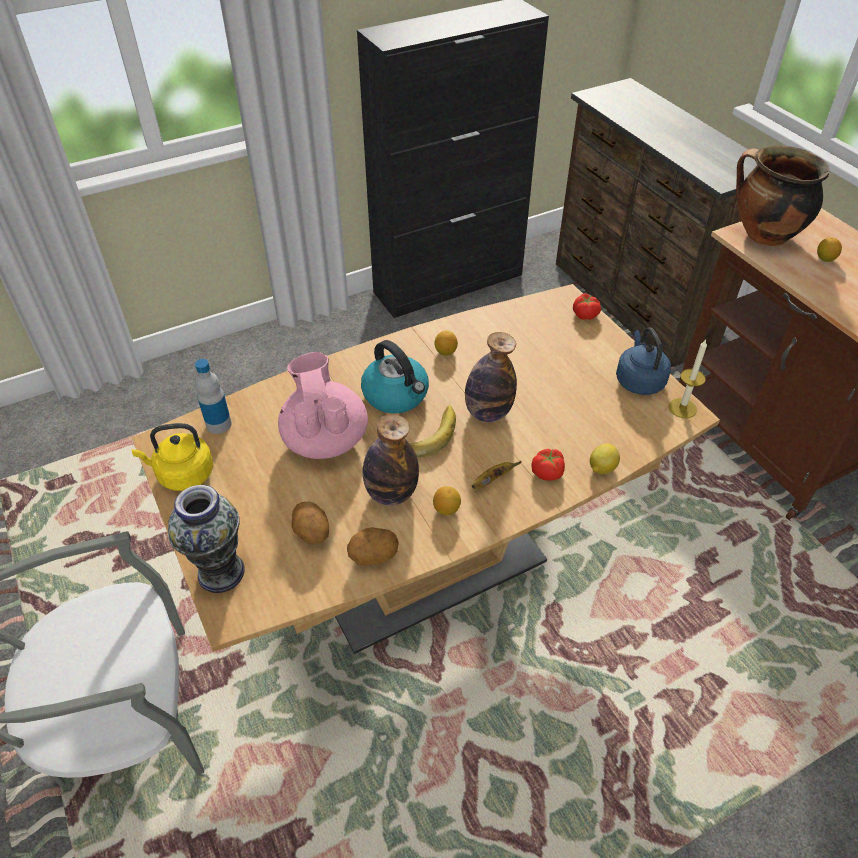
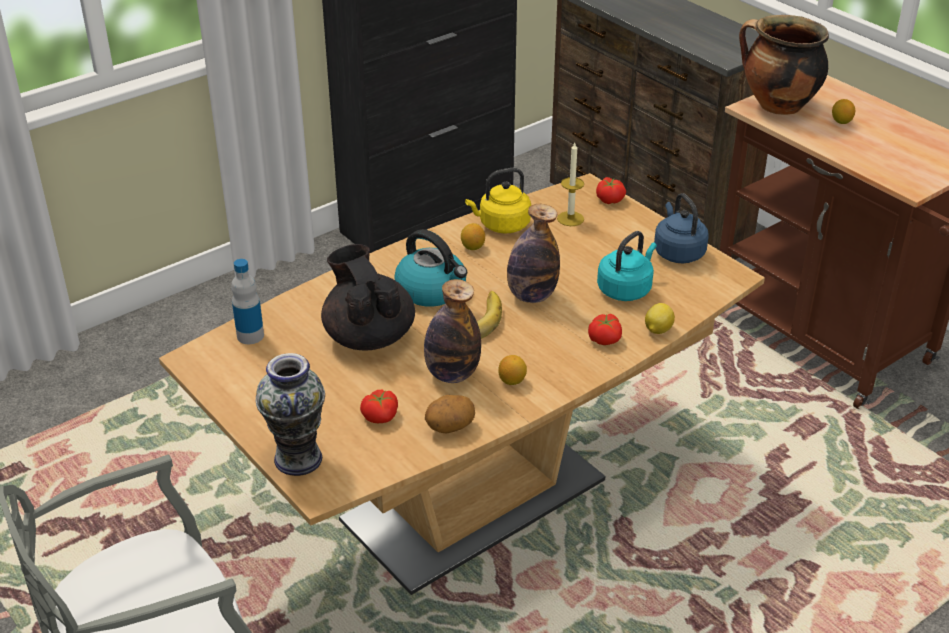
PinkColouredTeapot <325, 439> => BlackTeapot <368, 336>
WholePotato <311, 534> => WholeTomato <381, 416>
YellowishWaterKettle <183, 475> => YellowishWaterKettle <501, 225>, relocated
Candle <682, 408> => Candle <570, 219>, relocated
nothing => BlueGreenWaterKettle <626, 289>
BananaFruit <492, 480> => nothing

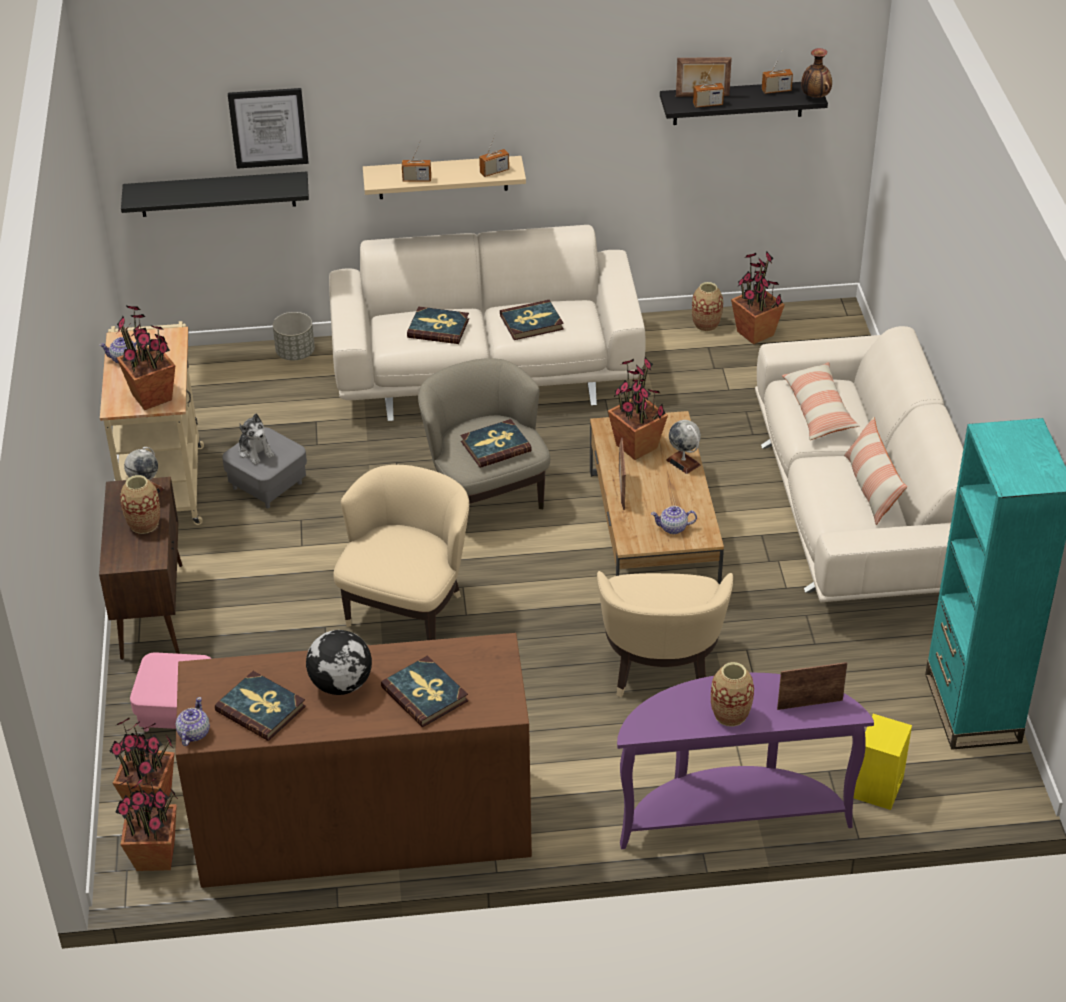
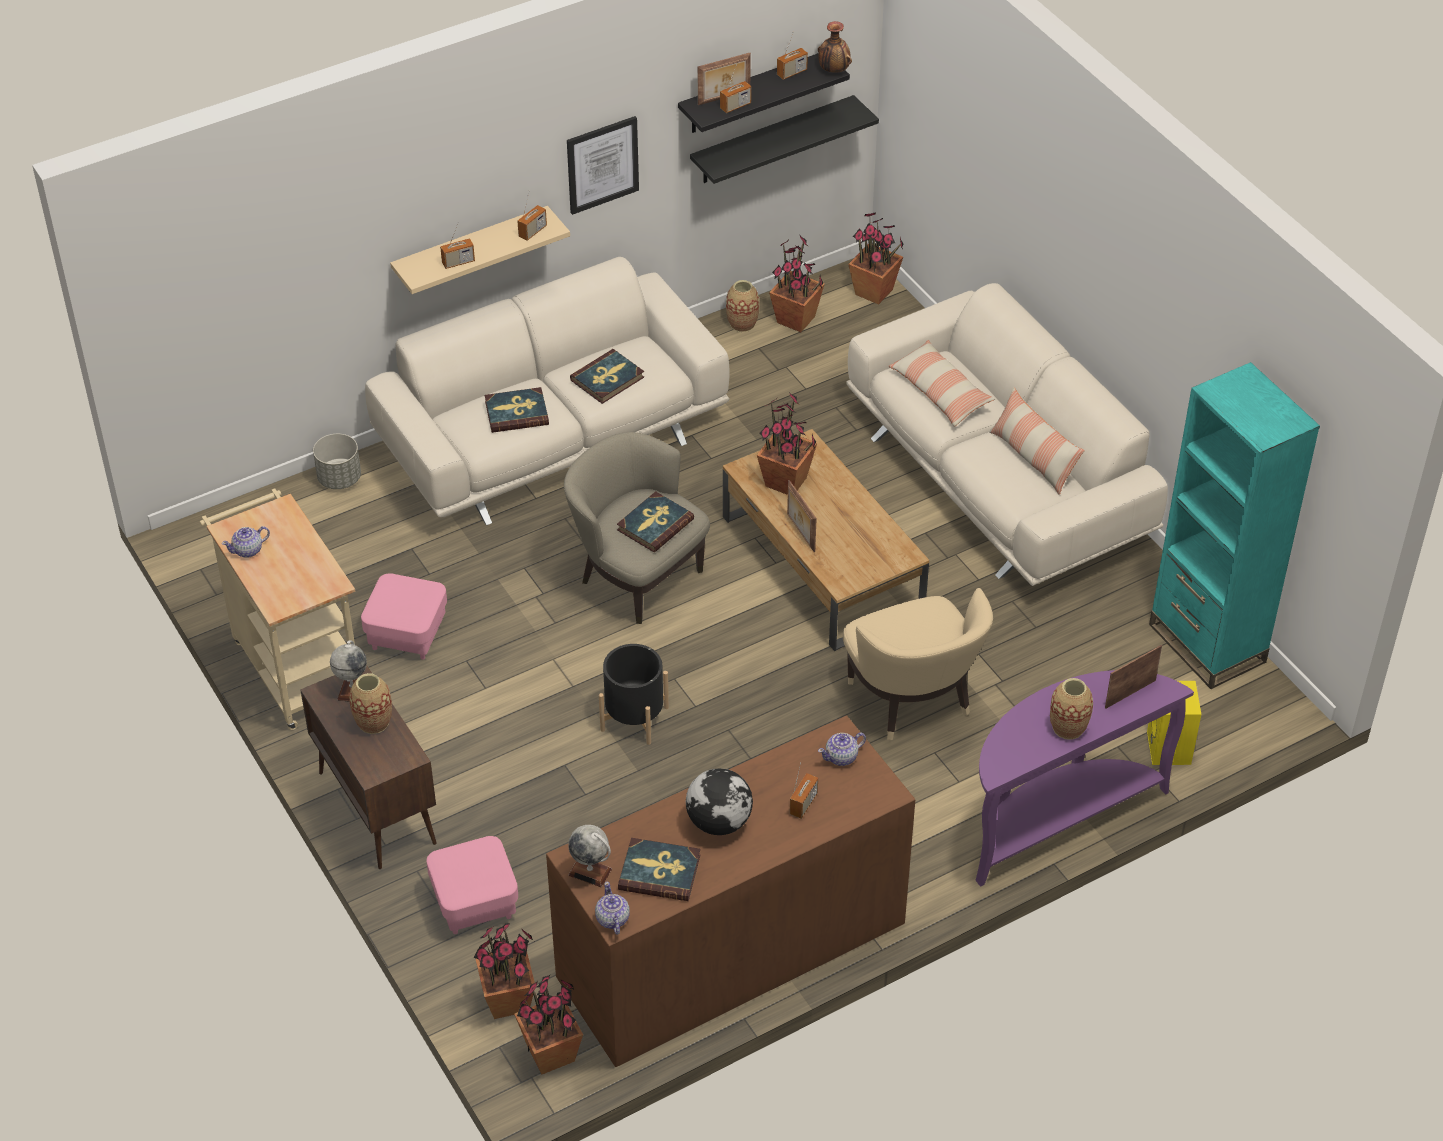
GreyFootrest <268, 485> => PinkColouredFootrest <407, 634>
WallArt <268, 127> => WallArt <602, 164>, relocated
Globe <683, 462> => Globe <590, 872>, relocated
BeigeEasyChair <408, 608> => BlackFlowerPot <634, 718>
BlackBracketShelf <217, 194> => BlackBracketShelf <772, 140>, relocated
Book <425, 694> => Radio <803, 804>
Teapot <673, 528> => Teapot <842, 757>, relocated
PottedPlant <152, 397> => PottedPlant <874, 292>, relocated
PlushToy <255, 451> => nothing

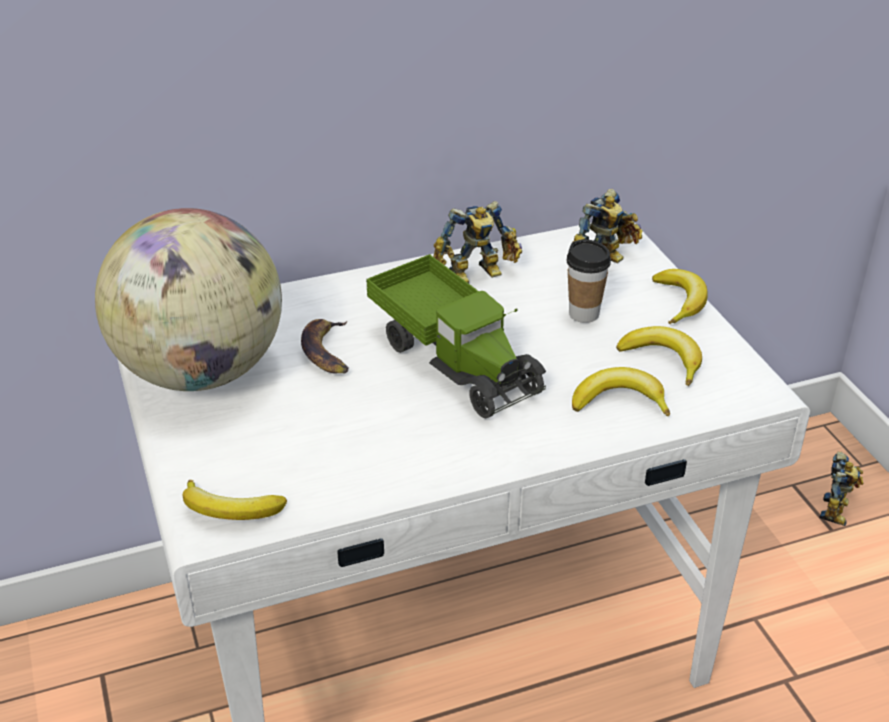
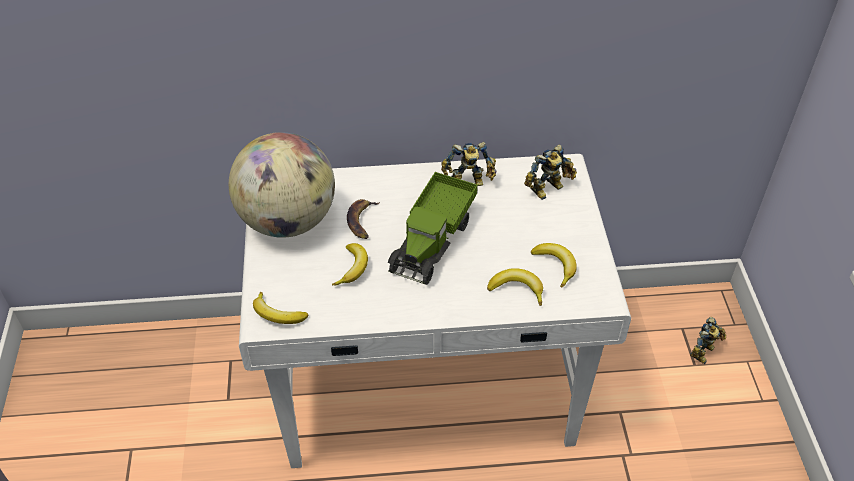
BananaFruit <680, 301> => BananaFruit <353, 268>, relocated
ToyTruck <455, 359> => ToyTruck <433, 240>, 45 degrees clockwise
Cup <584, 314> => nothing

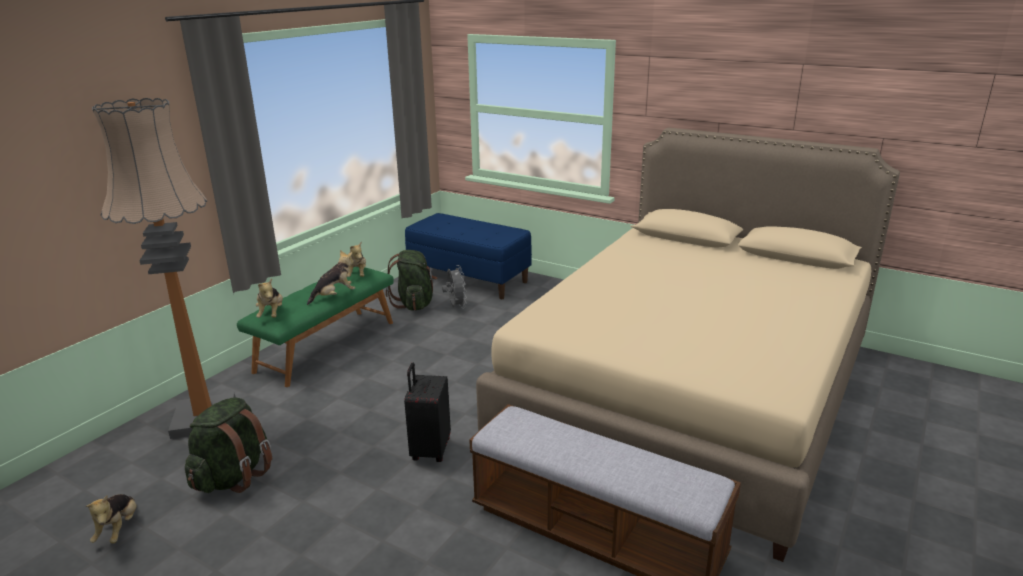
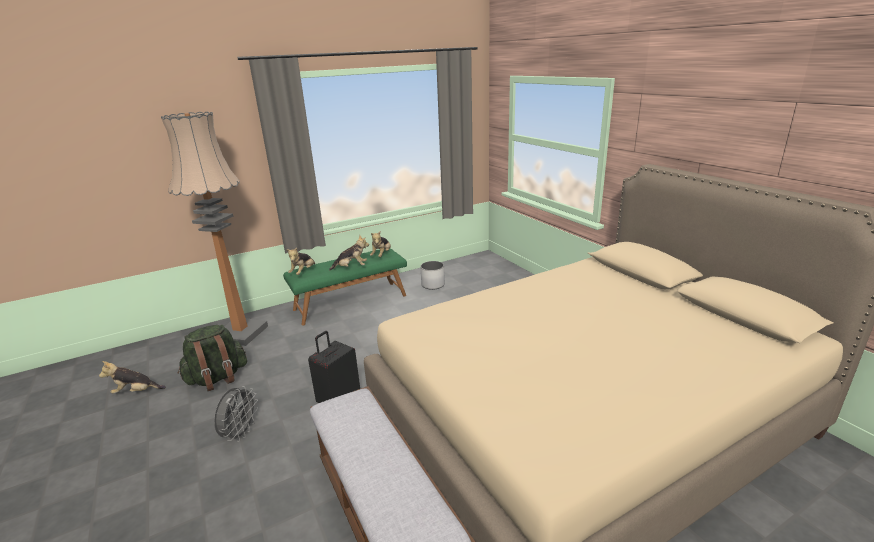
PlushToy <118, 529> => PlushToy <136, 392>, 60 degrees clockwise
GreyCoolingFan <455, 307> => GreyCoolingFan <240, 433>, relocated
GreenColouredKnapsack <414, 304> => WhiteFlowerPot <433, 285>
BluishBench <470, 279> => nothing

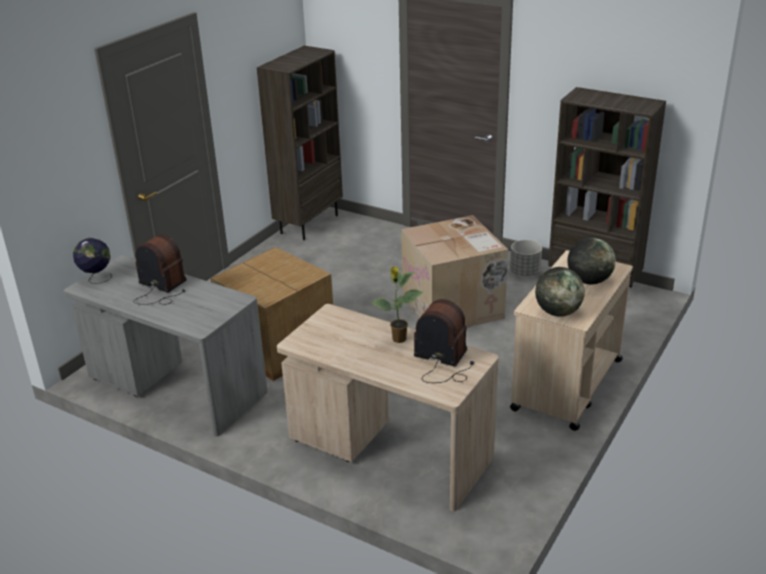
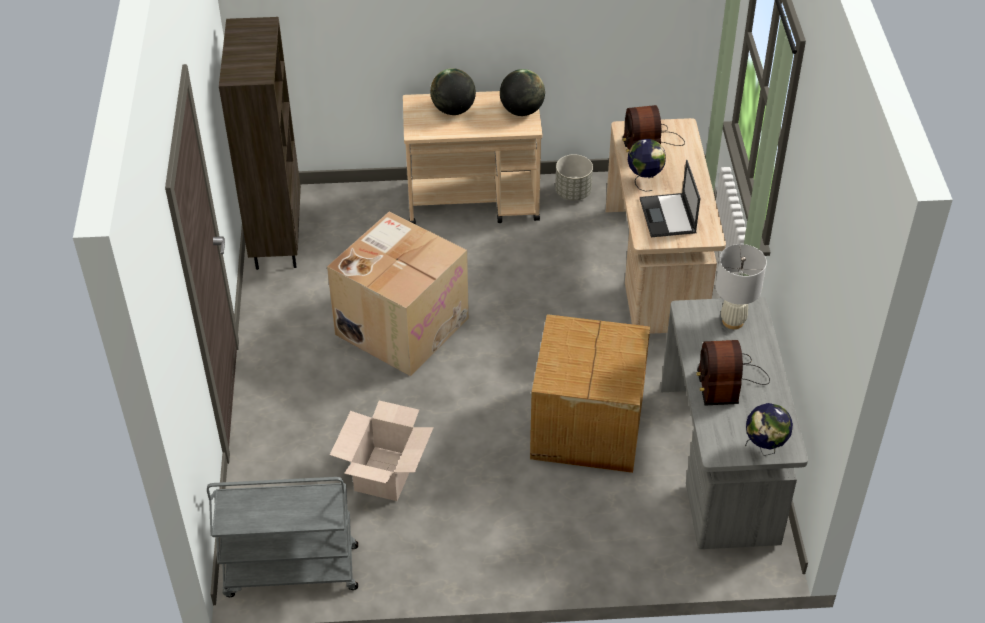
BrownishShelvingUnit <309, 224> => GreyCart <290, 572>
nothing => PackingBox <385, 474>
GreyFlowerPot <525, 272> => GreyFlowerPot <573, 192>, relocated
PottedPlant <398, 339> => Globe <644, 180>
nothing => PortableComputer <668, 216>
nothing => WhiteLampForATable <732, 321>

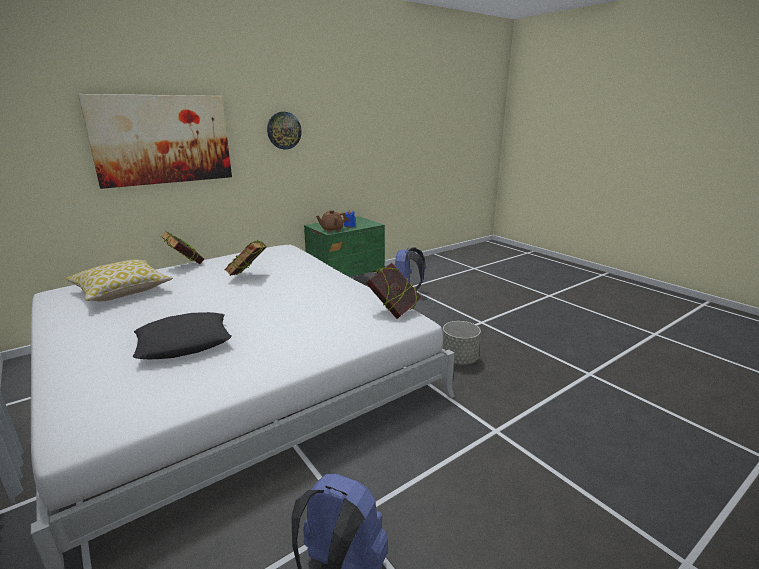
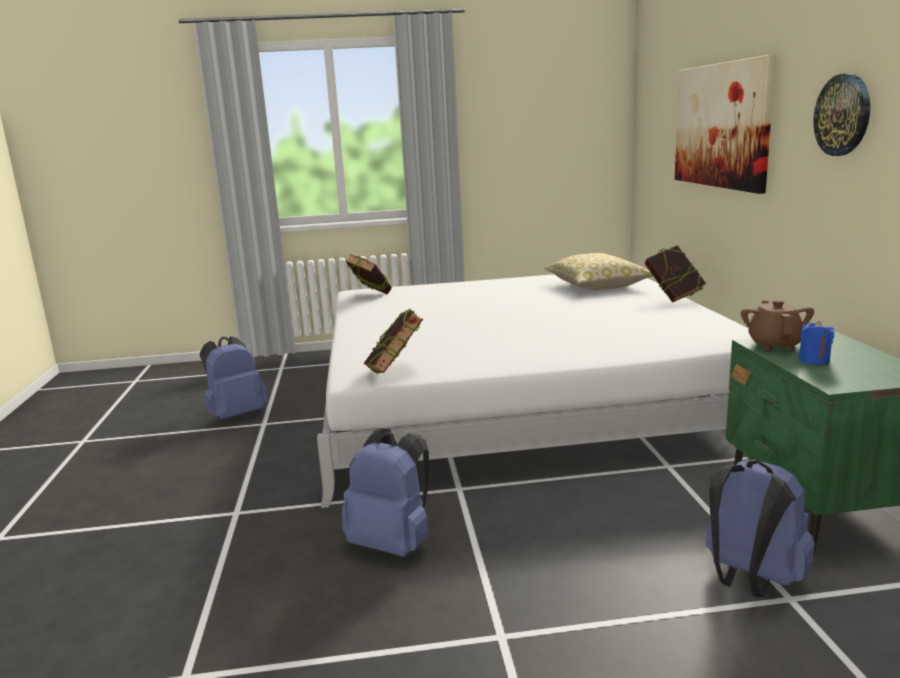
GreyFlowerPot <459, 359> => BluishKnapsack <393, 544>
Book <248, 276> => Book <370, 296>, relocated
BlackCushion <184, 343> => nothing

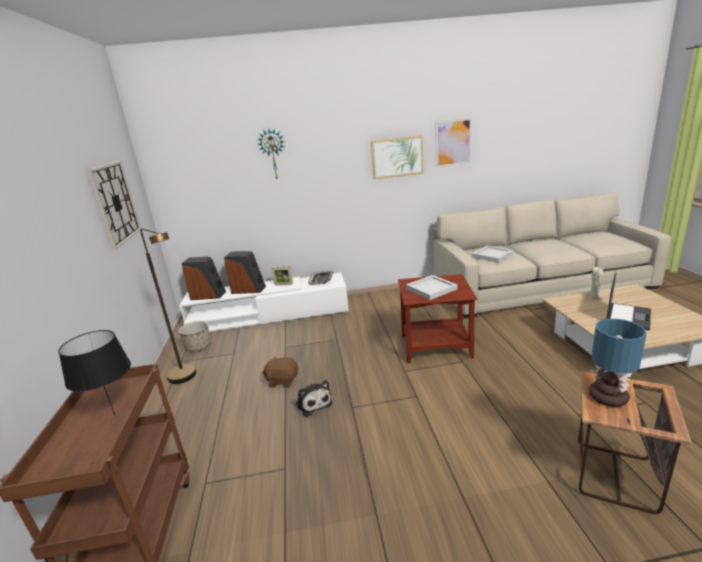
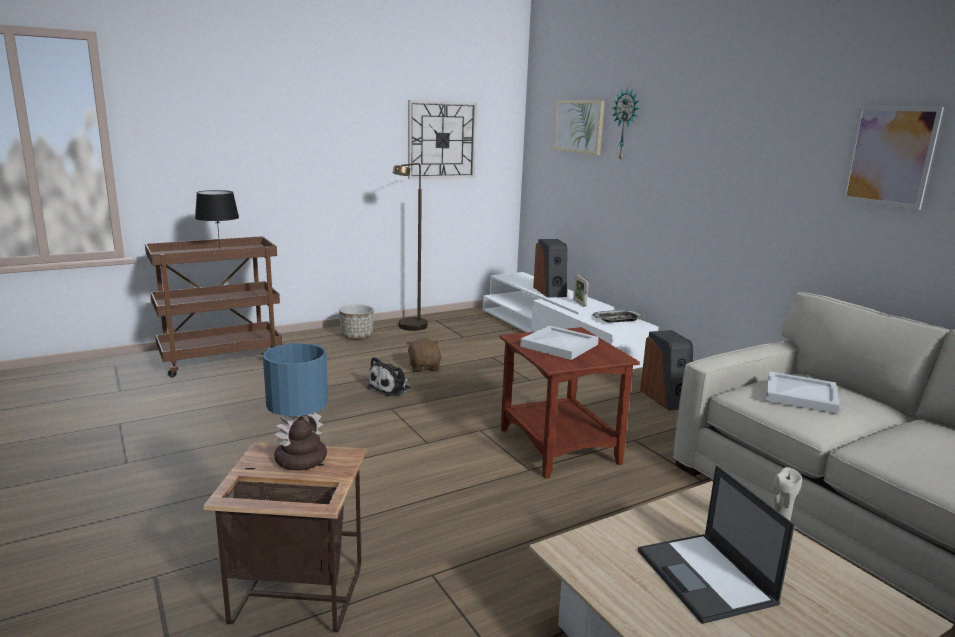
FlowerPot <198, 347> => FlowerPot <356, 336>, relocated
WallArt <397, 157> => WallArt <579, 126>, relocated
PortableComputer <628, 316> => PortableComputer <706, 578>, 60 degrees clockwise
AudioSpeaker <208, 295> => AudioSpeaker <666, 398>, relocated

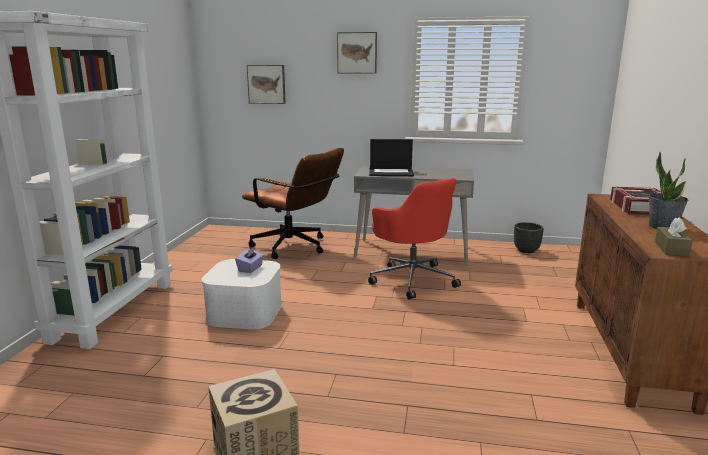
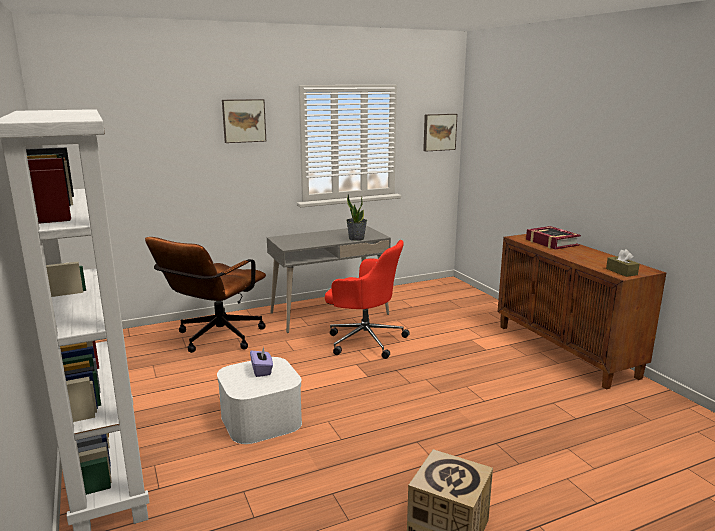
BrownishComputerChair <295, 248> => BrownishComputerChair <215, 339>, 120 degrees clockwise
PottedPlant <662, 227> => PottedPlant <356, 238>, relocated
WallArt <267, 84> => WallArt <439, 132>, relocated
PortableComputer <391, 172> => nothing
BlackFlowerPot <526, 250> => nothing

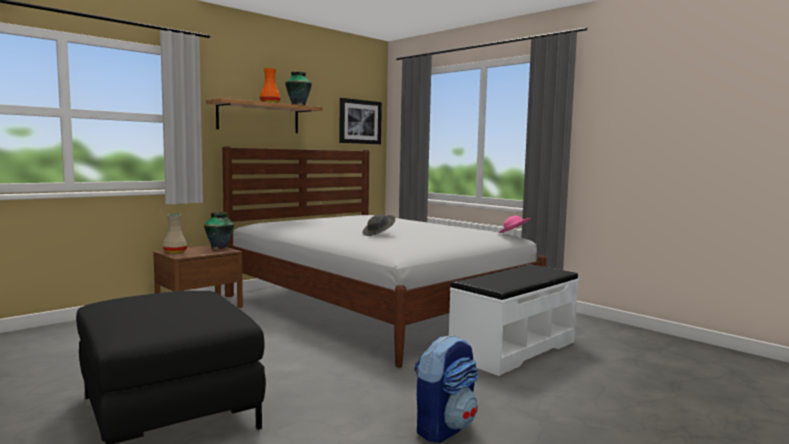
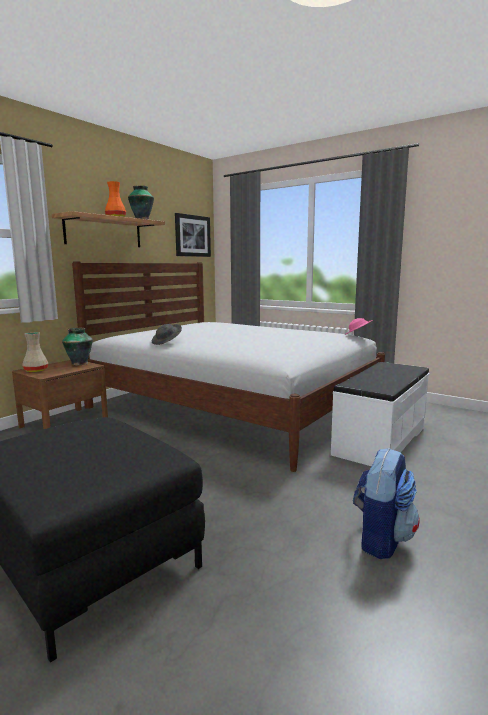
GreyClothingHat <379, 234> => GreyClothingHat <167, 342>, relocated

